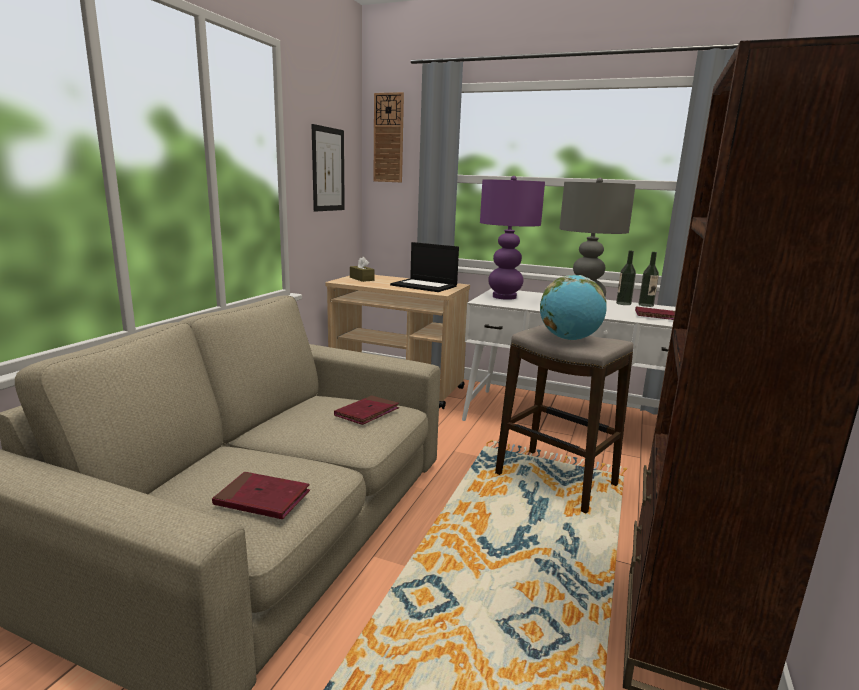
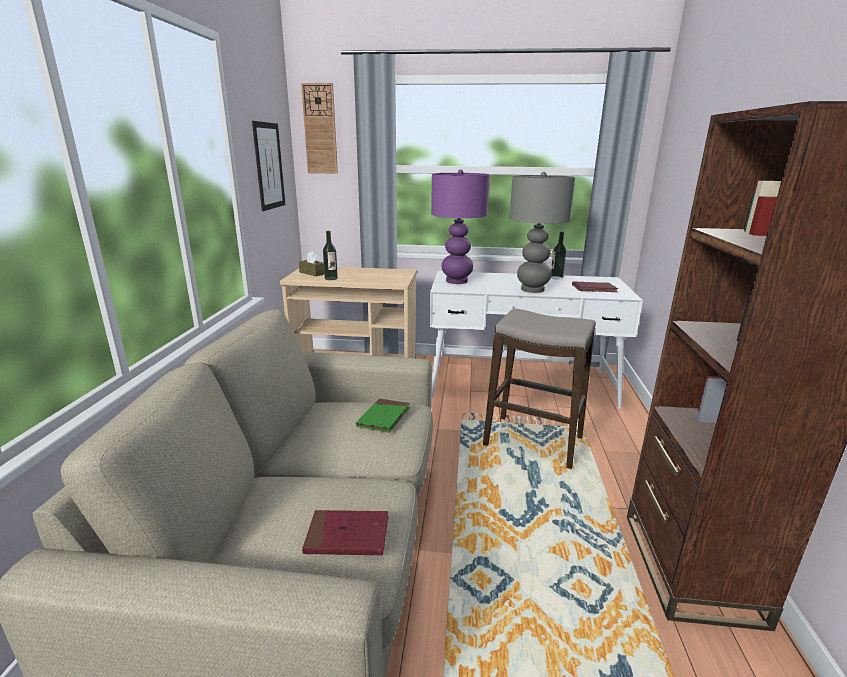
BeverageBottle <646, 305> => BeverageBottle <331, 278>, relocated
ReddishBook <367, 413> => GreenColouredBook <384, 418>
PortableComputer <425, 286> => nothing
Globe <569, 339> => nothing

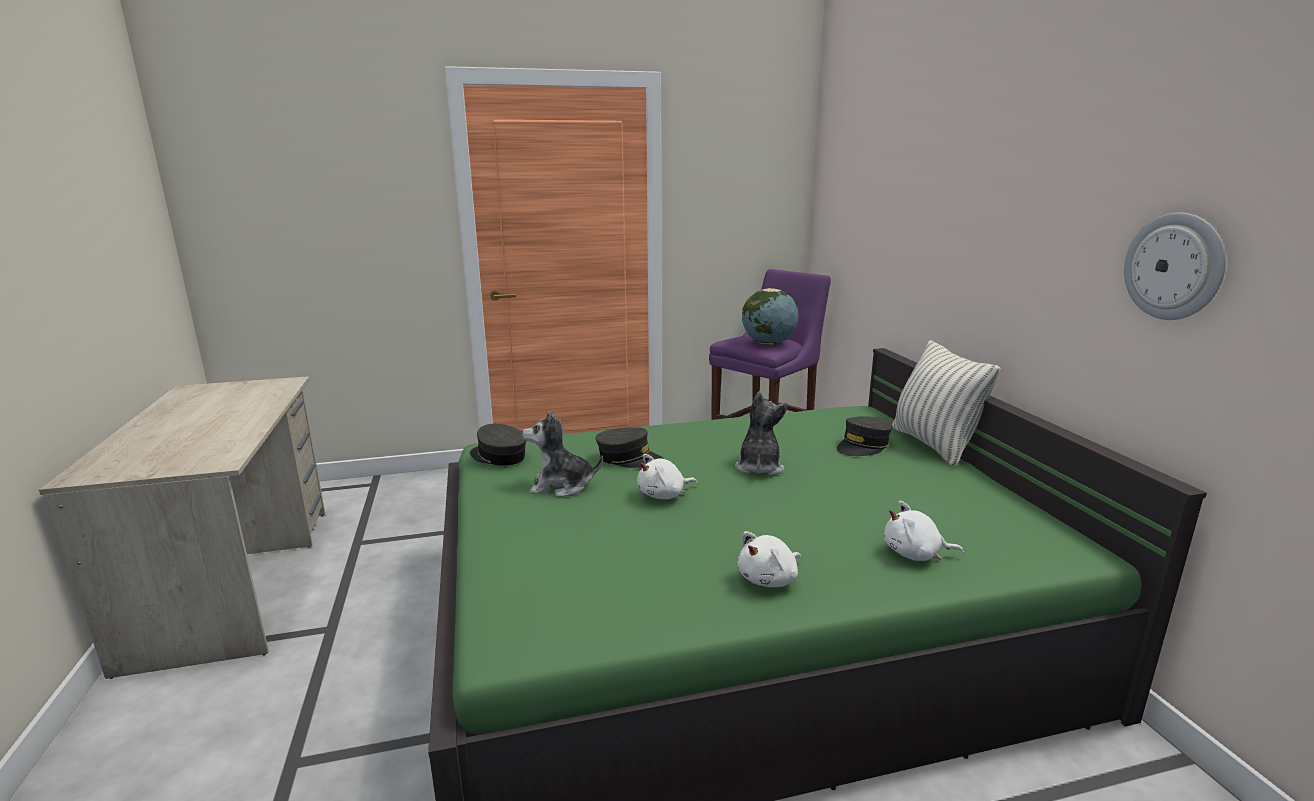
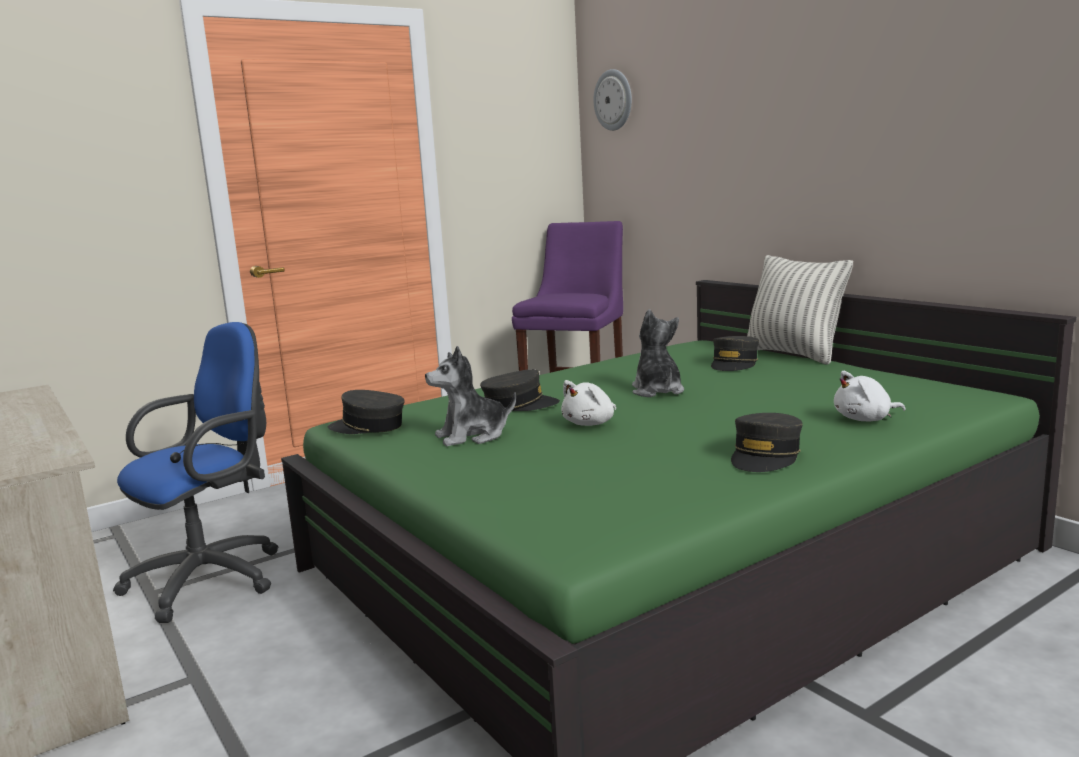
nothing => BluishComputerChair <214, 578>
WallClock <1174, 266> => WallClock <613, 100>, relocated
WhitePlushToy <769, 579> => GreyPeakedCap <765, 456>
Globe <768, 343> => nothing

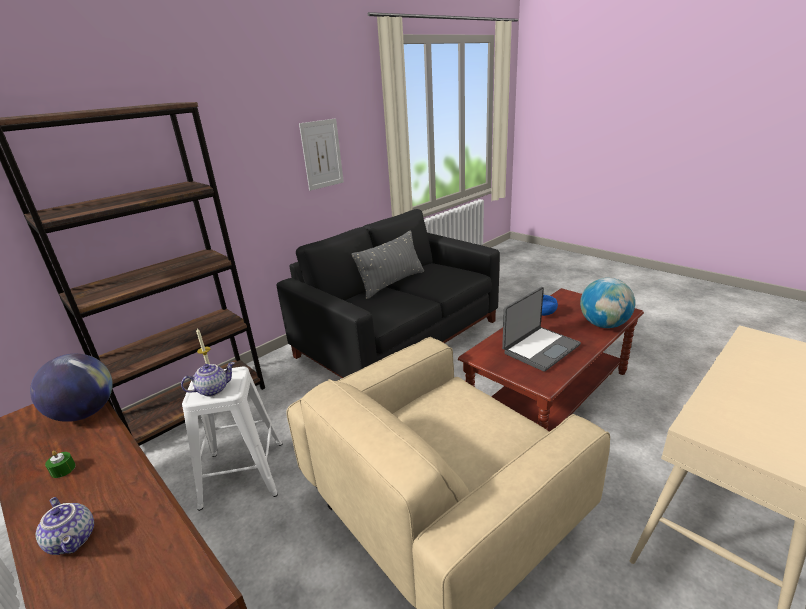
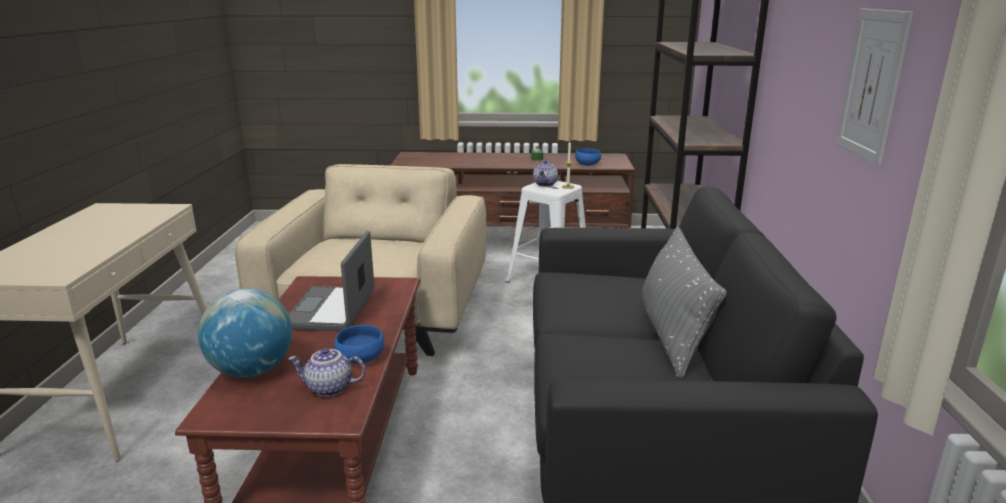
Teapot <74, 539> => Teapot <328, 389>, relocated
Globe <85, 413> => BluishBowl <588, 165>

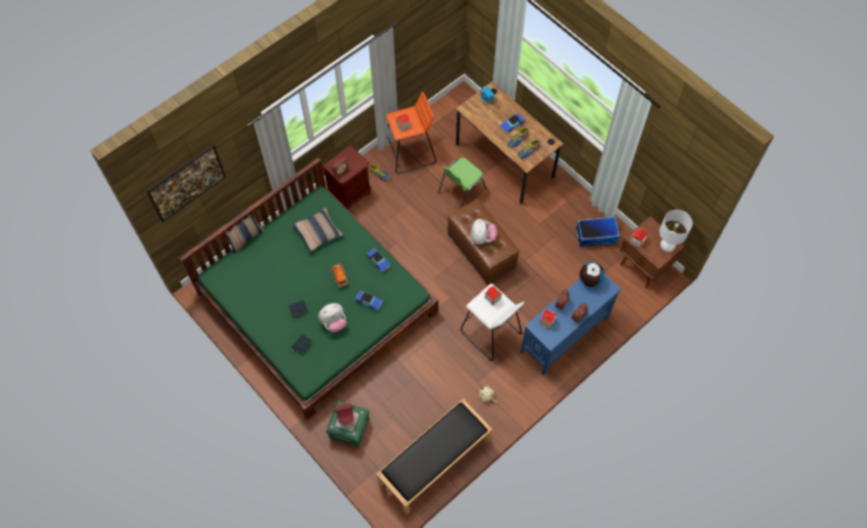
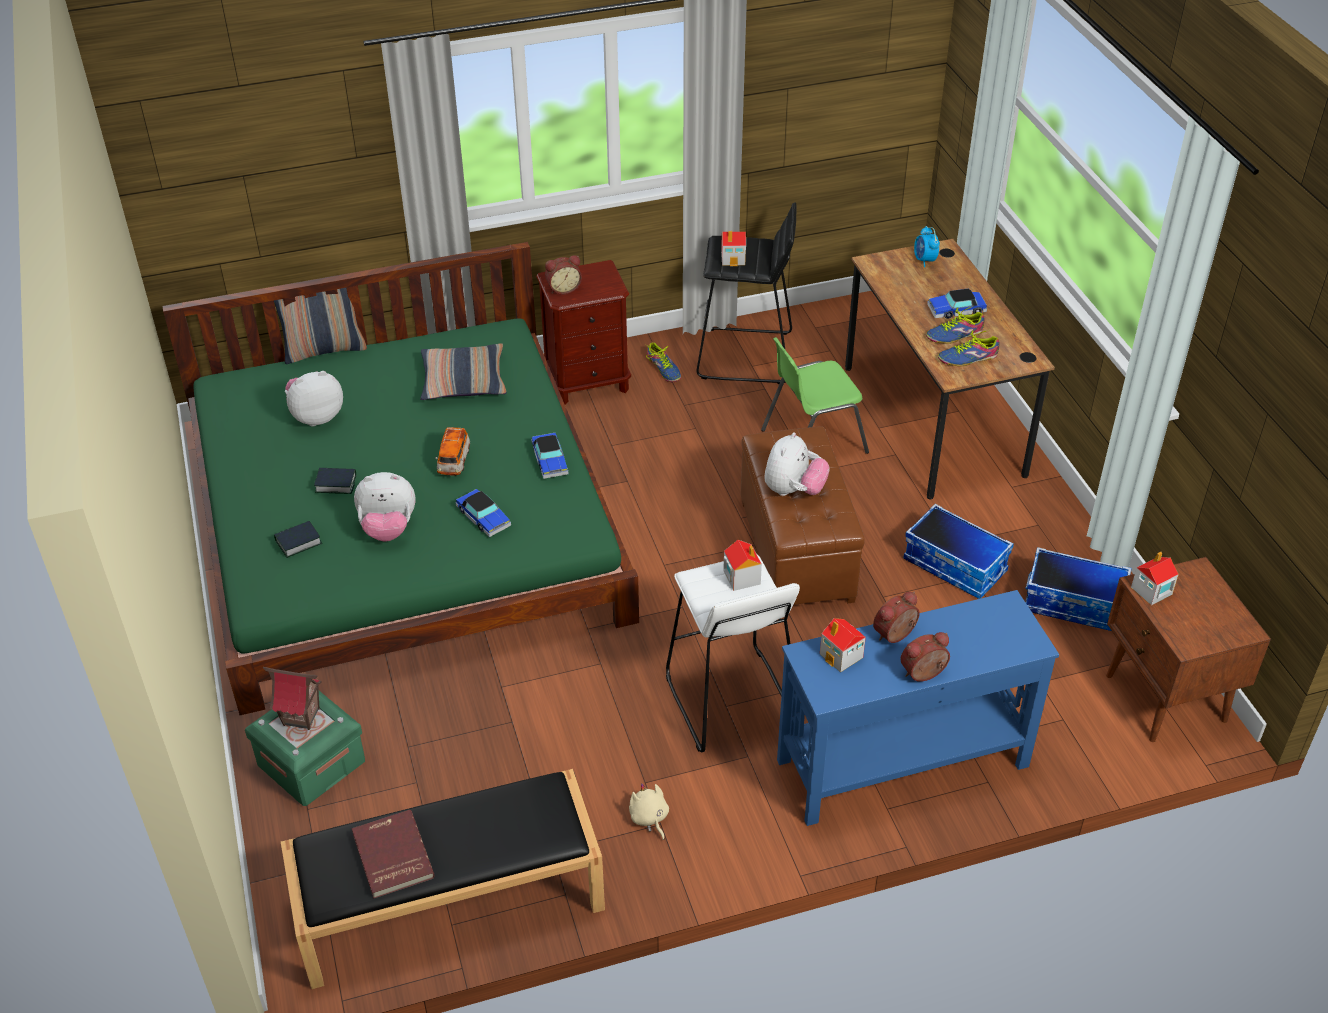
nothing => PlushToy <316, 416>
nothing => ReddishBook <391, 856>
OrangeColouredStoolSeat <411, 153> => BlackStoolSeat <746, 356>
nothing => StorageBox <956, 565>
WallArt <190, 190> => nothing
Globe <590, 280> => nothing
WhiteLampForATable <667, 245> => nothing

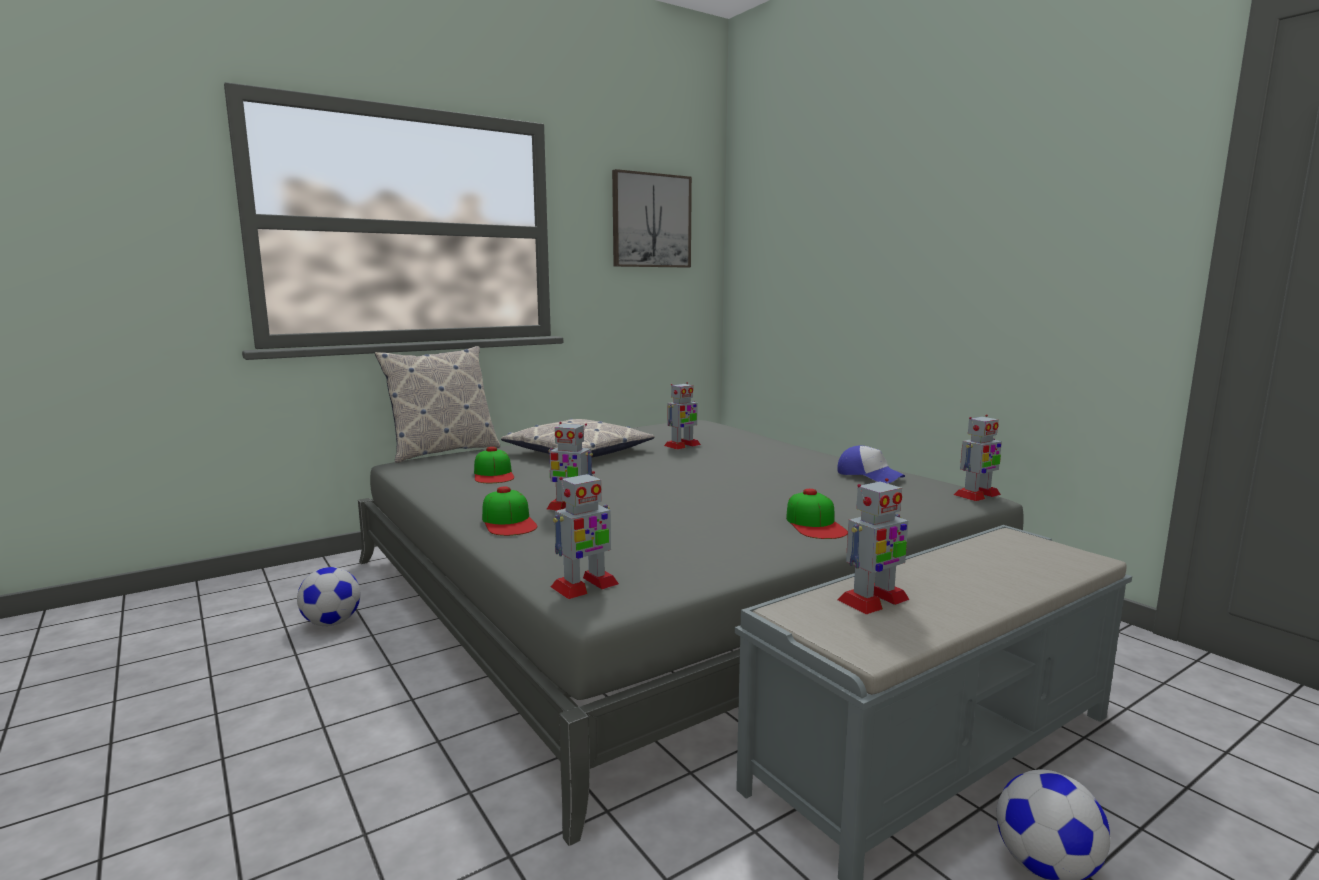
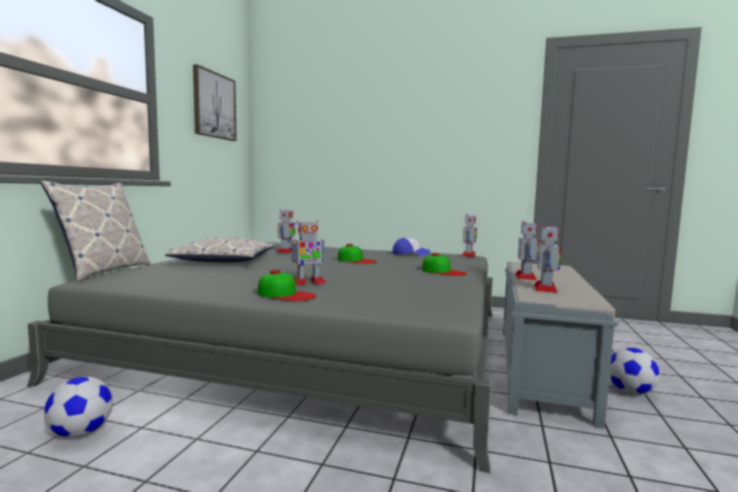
PeakedCap <494, 474> => PeakedCap <356, 260>, relocated
RobotFigure <584, 586> => RobotFigure <525, 277>, relocated

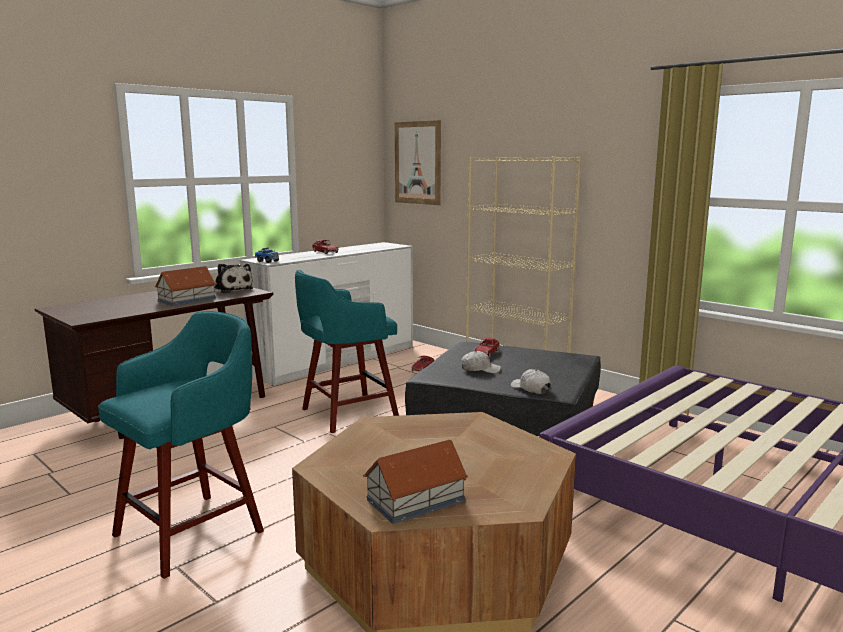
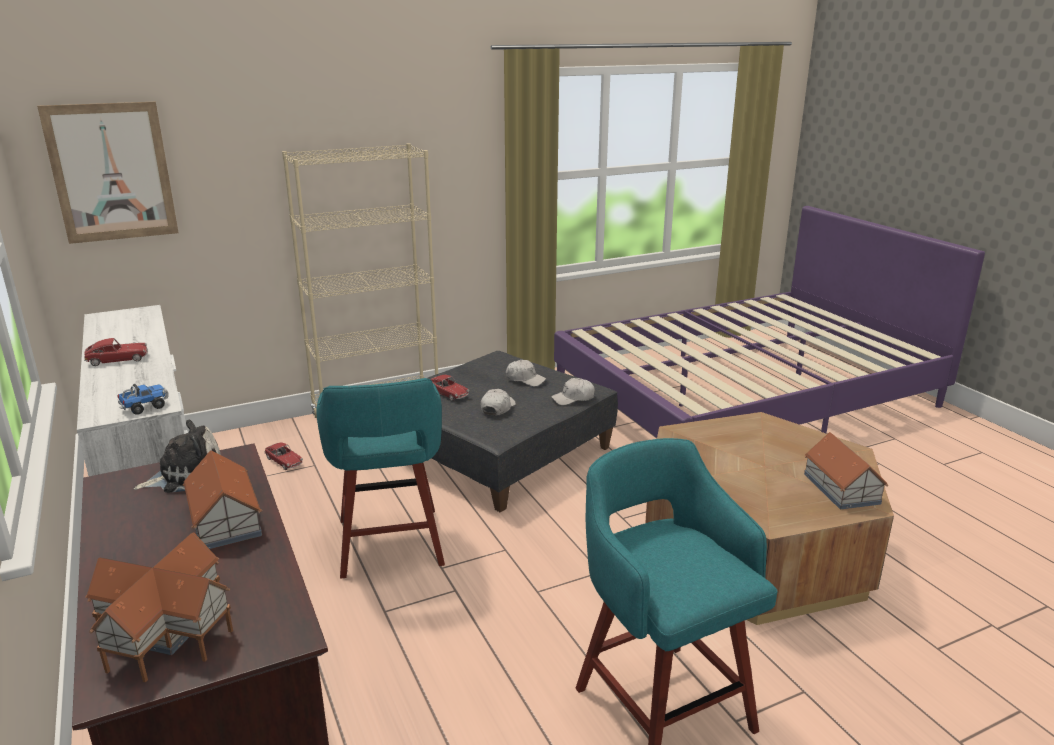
nothing => ModelHouse <170, 633>
nothing => WhitePeakedCap <525, 379>

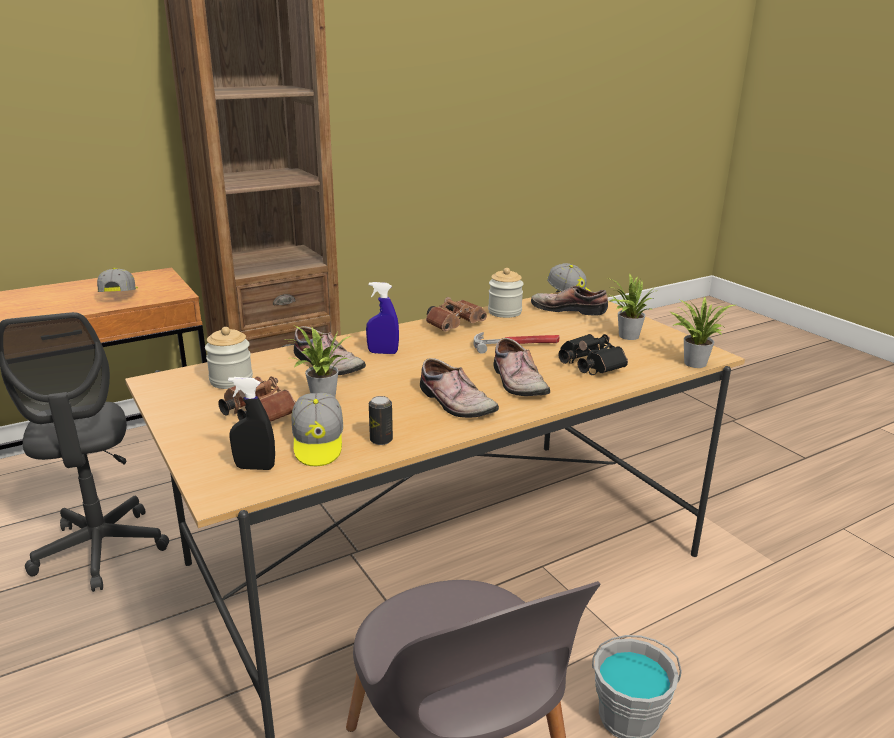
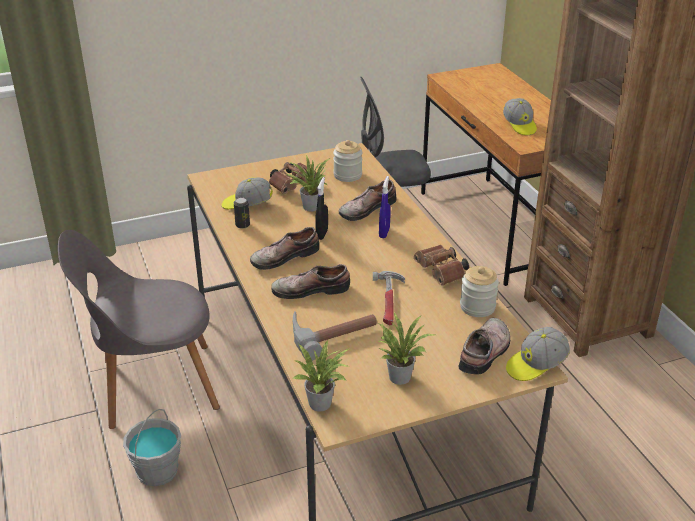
BlackFieldGlasses <588, 366> => Hammer <331, 333>
BlackSprayer <255, 467> => BlackSprayer <322, 234>, relocated
PeakedCap <120, 296> => PeakedCap <519, 125>, 75 degrees clockwise

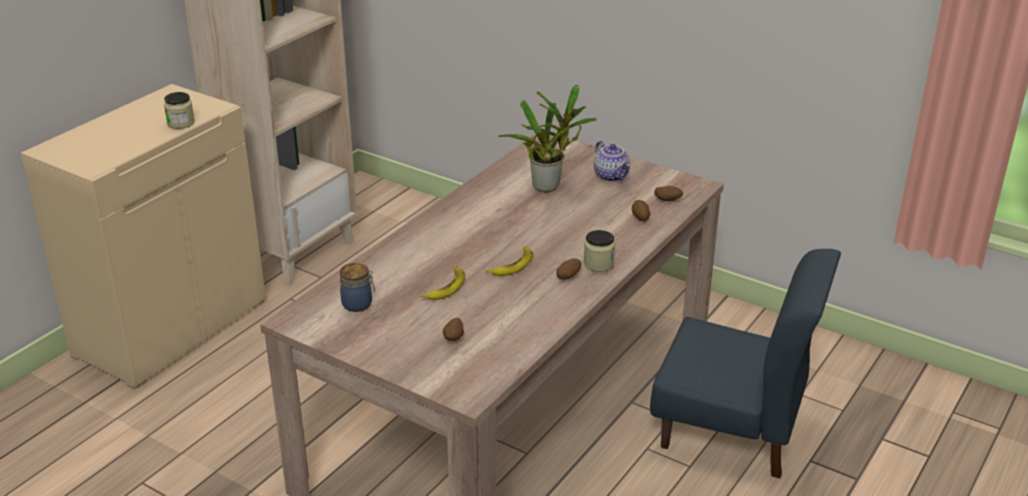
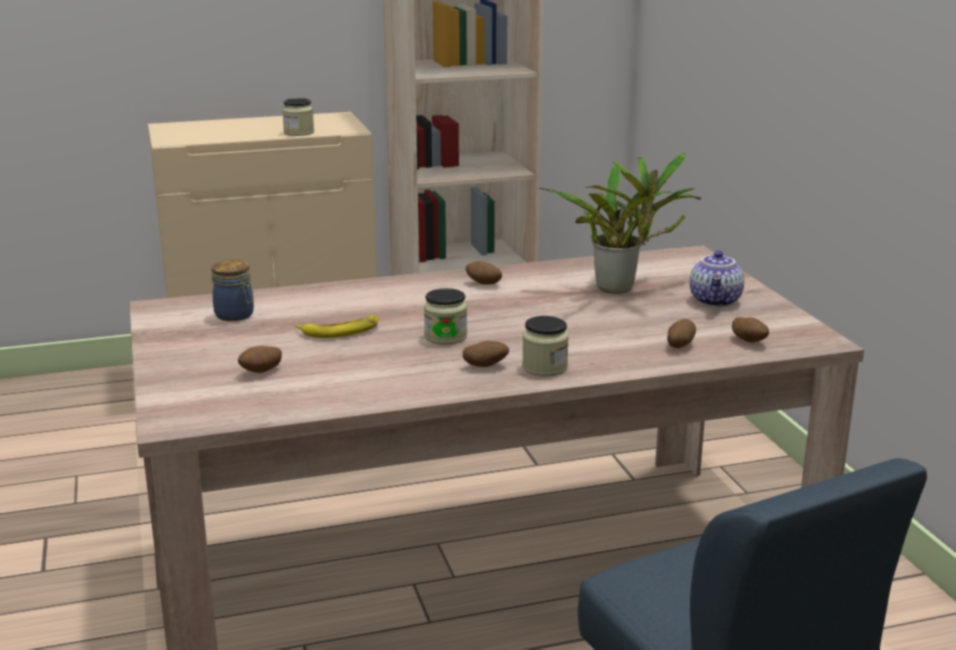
BananaFruit <513, 265> => PreserveJar <445, 337>
nothing => WholePotato <483, 284>

